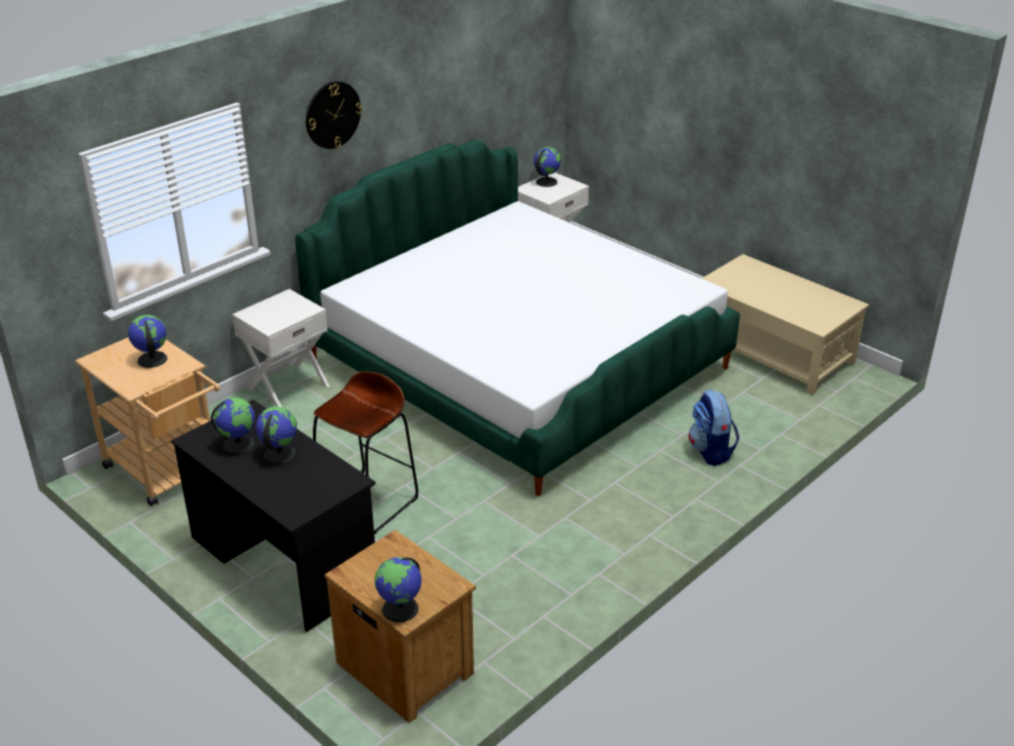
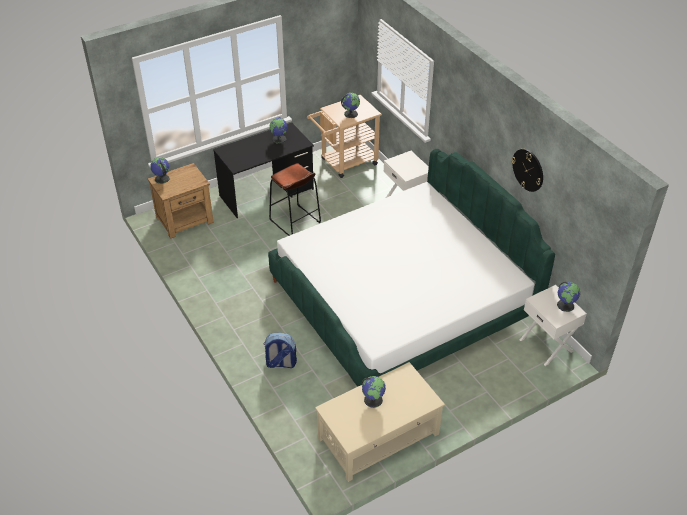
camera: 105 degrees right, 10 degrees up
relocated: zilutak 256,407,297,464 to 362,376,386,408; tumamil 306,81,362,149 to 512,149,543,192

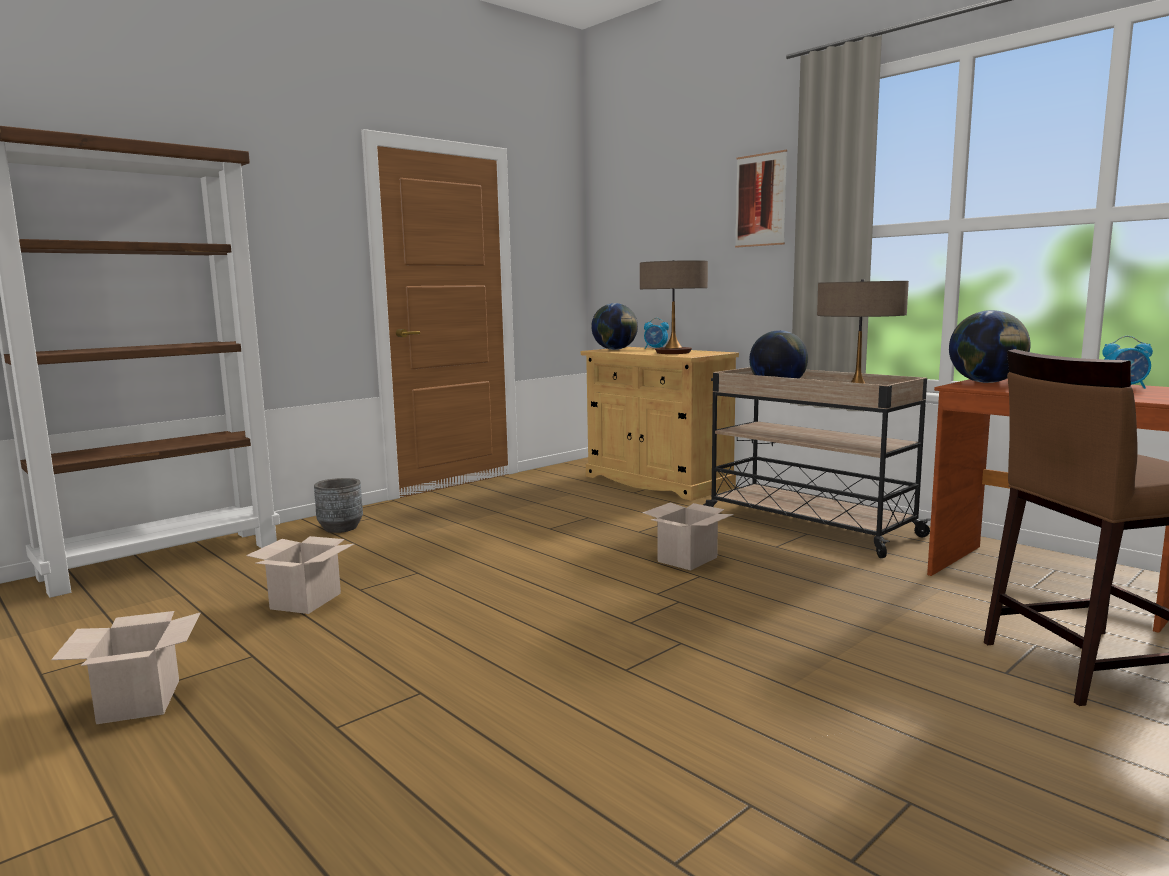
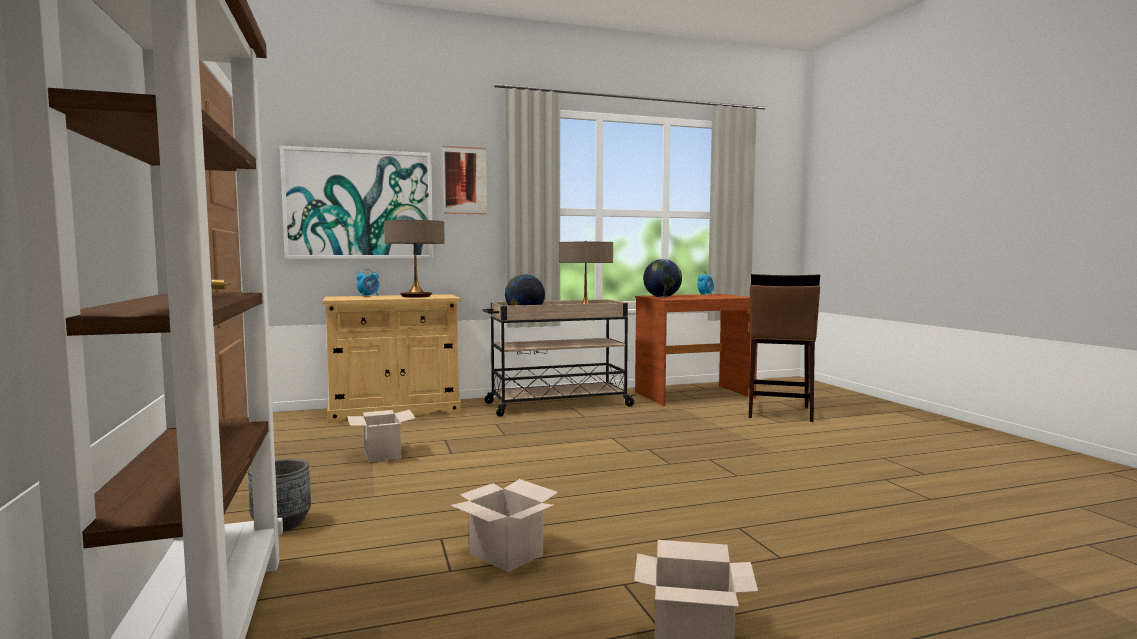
camera: 65 degrees left, 5 degrees down
missing: zilutak 591,303,638,350
appeared: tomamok 280,146,433,259
relocated: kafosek 642,502,734,570 to 347,409,415,462

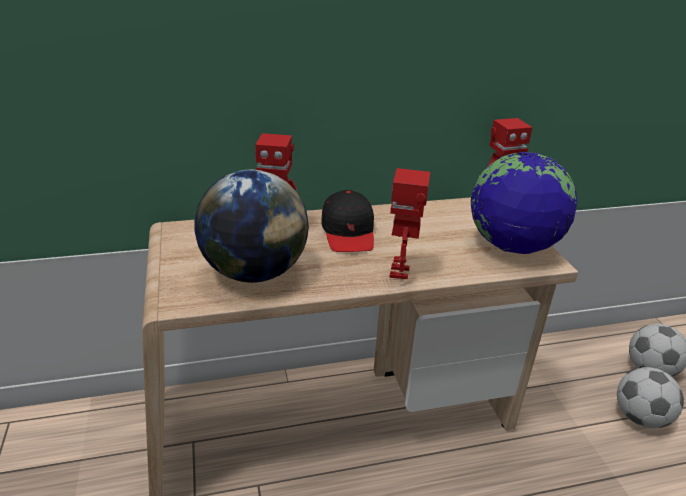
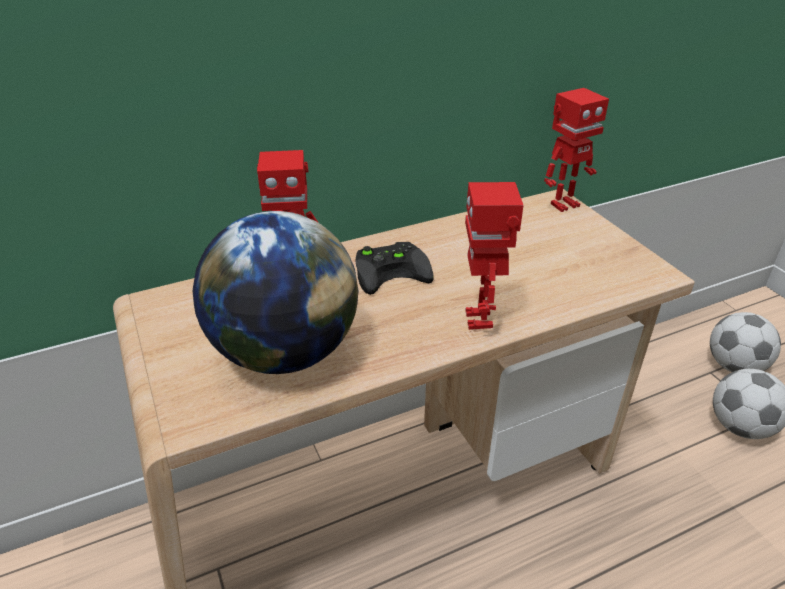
camera: 10 degrees left, 5 degrees up
missing: zilutak 471,152,578,254
exchanged: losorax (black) 321,190,374,252 to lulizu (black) 355,242,434,295

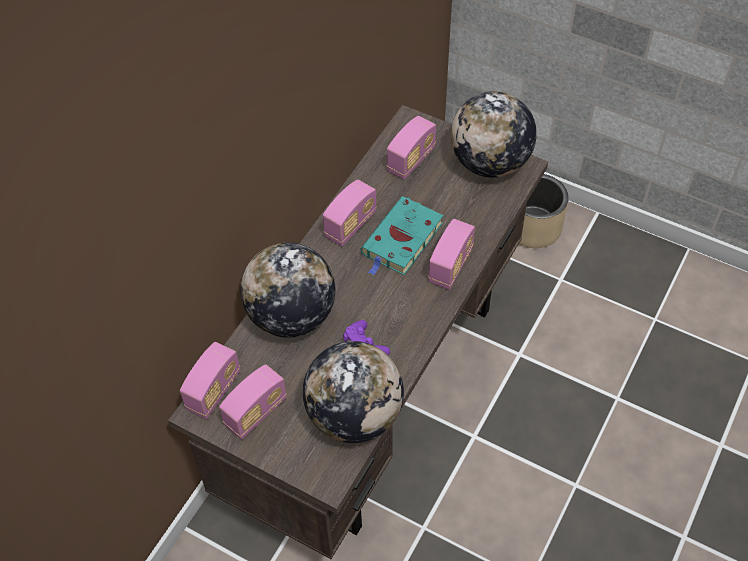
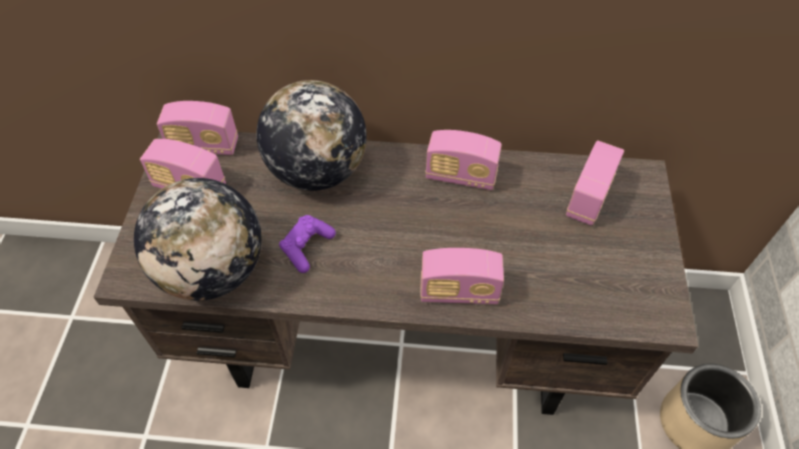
camera: 65 degrees right, 0 degrees up
missing: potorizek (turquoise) 361,196,443,276; zilutak 451,91,537,178
spun: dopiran 387,116,436,180 = 566,141,624,226 105 degrees clockwise

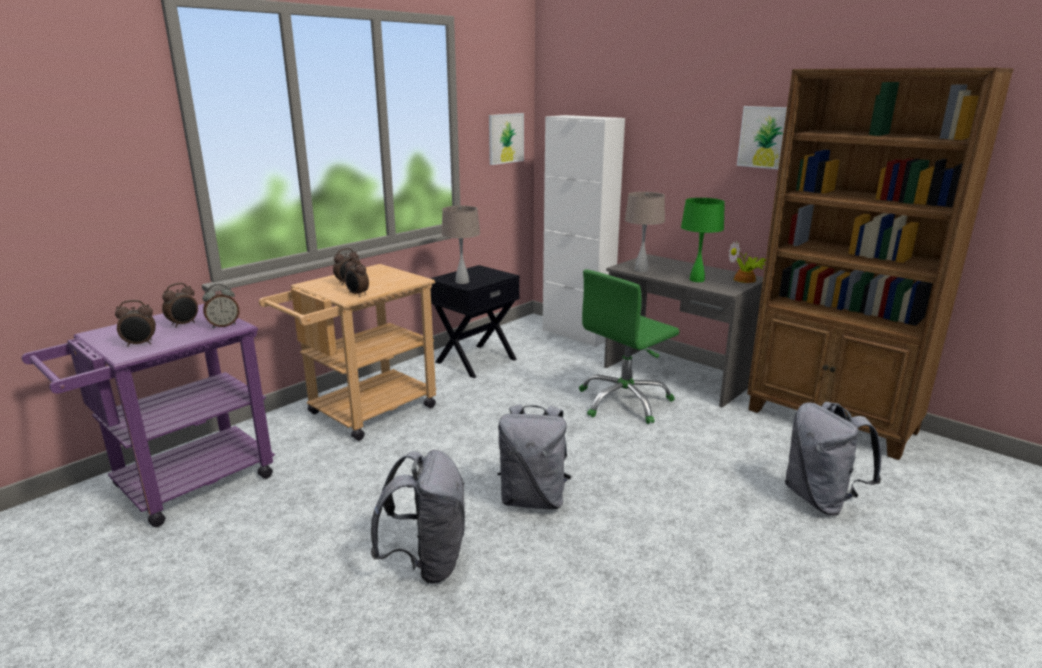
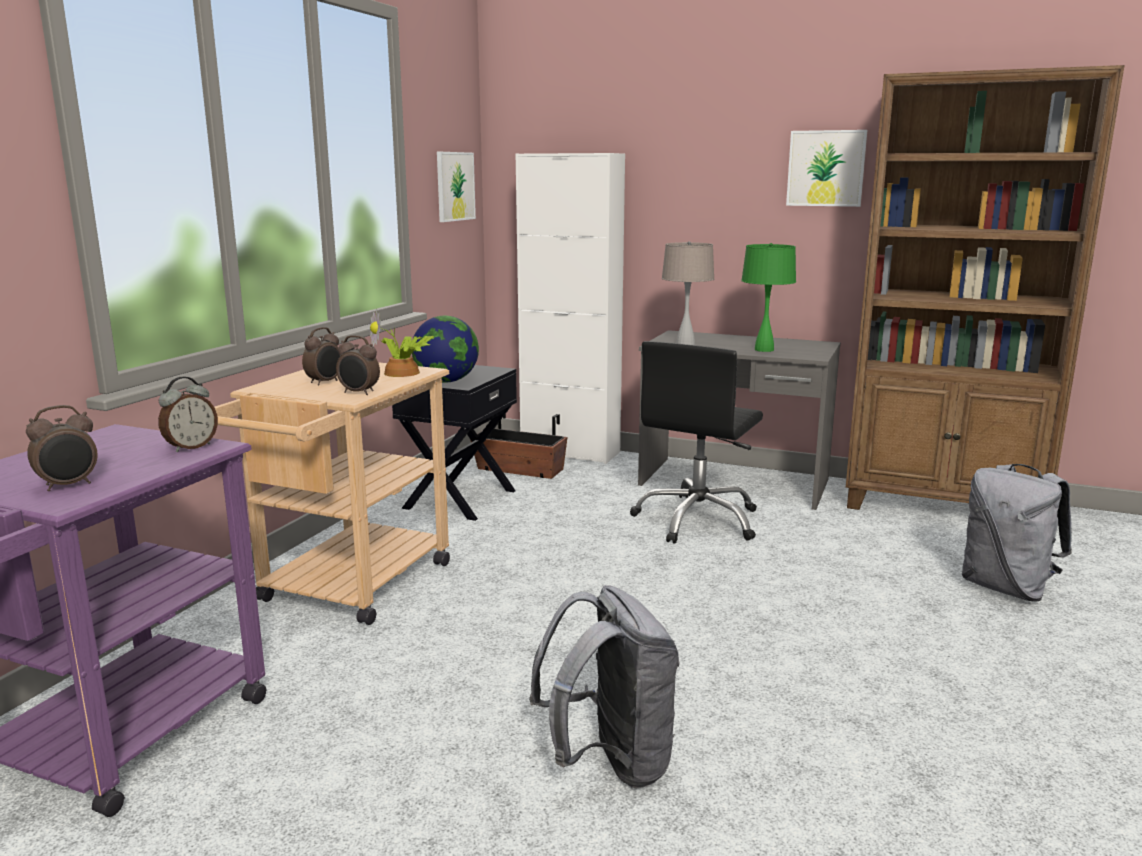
camera: 20 degrees left, 5 degrees down
missing: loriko 162,283,198,328; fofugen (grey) 497,404,571,509
appeared: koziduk 470,414,568,479
relocated: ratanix 729,241,766,283 to 370,309,434,377
exchanged: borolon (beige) 441,206,480,284 to zilutak 412,316,479,382
colour: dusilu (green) 579,269,679,424 to dusilu (black) 630,341,763,544

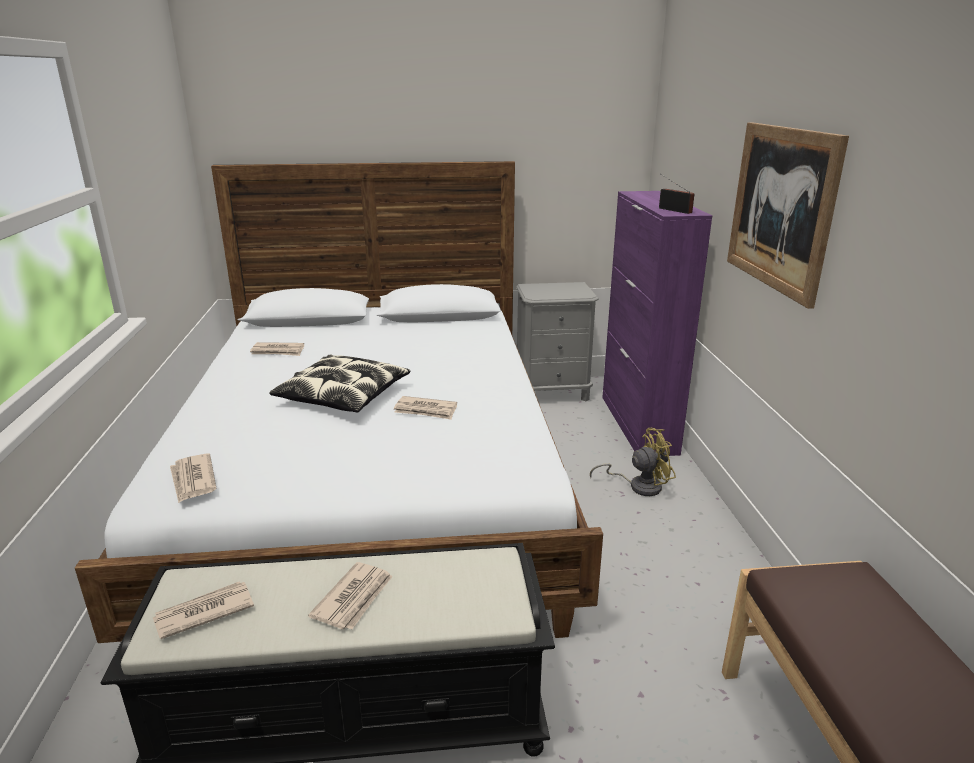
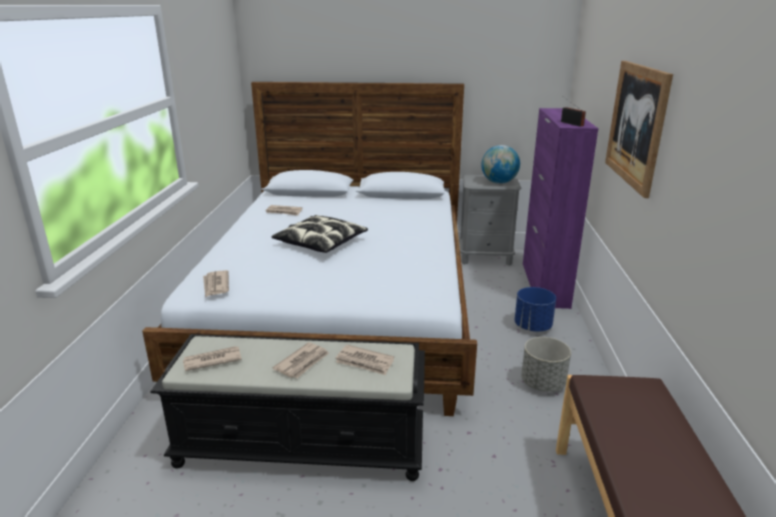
camera: 10 degrees right, 0 degrees up
appeared: zilutak 481,145,520,184; koziduk (grey) 521,337,571,392
relocated: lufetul 394,396,457,420 to 336,345,394,375
exchanged: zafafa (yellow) 590,428,676,496 to koziduk (blue) 515,287,556,332

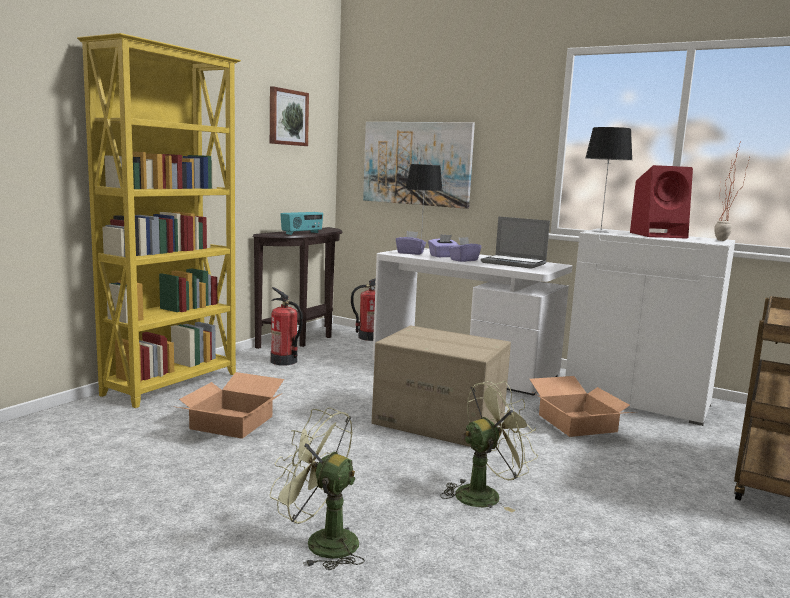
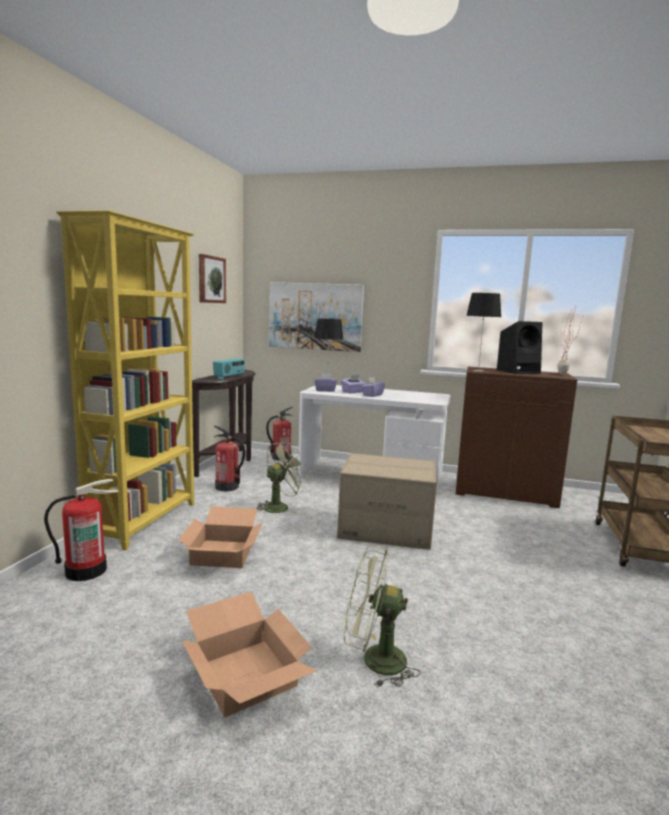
camera: 15 degrees left, 0 degrees up
missing: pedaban 481,216,550,269
appeared: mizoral 44,479,119,581
relocated: zafafa (green) 440,381,538,513 to 256,441,308,514; kafosek 530,376,634,437 to 182,591,317,717
colour: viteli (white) 565,229,735,426 to viteli (brown) 455,367,577,508; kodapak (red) 630,165,693,239 to kodapak (black) 497,321,542,374

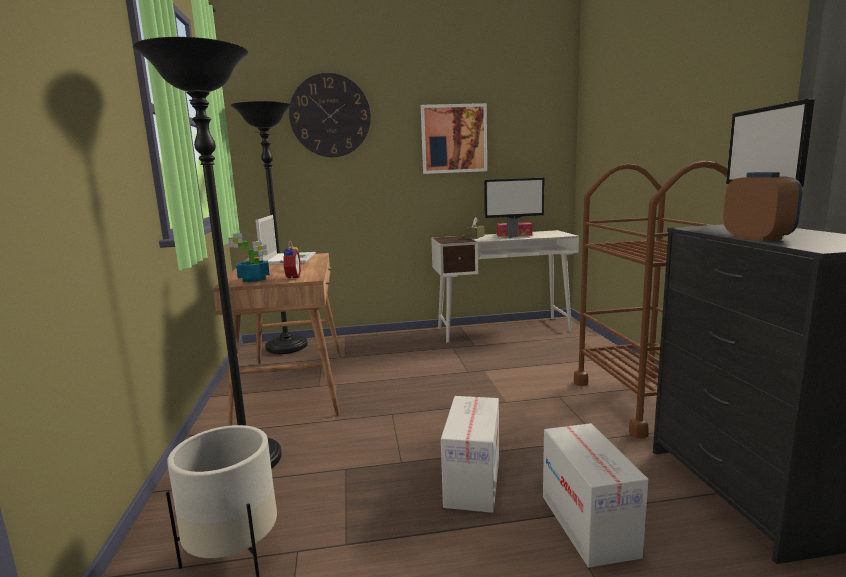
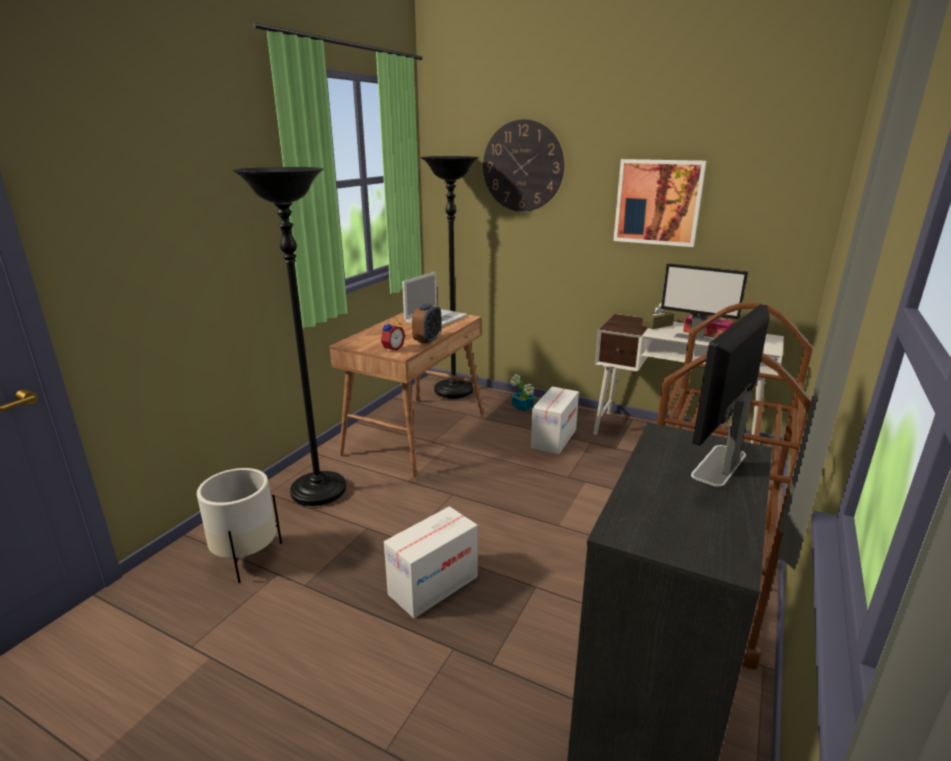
camera: 35 degrees right, 10 degrees up
relocated: ratanix 228,233,270,282 to 510,374,535,411; kafosek 543,423,648,568 to 531,387,579,454; loriko 723,172,802,241 to 412,304,442,344

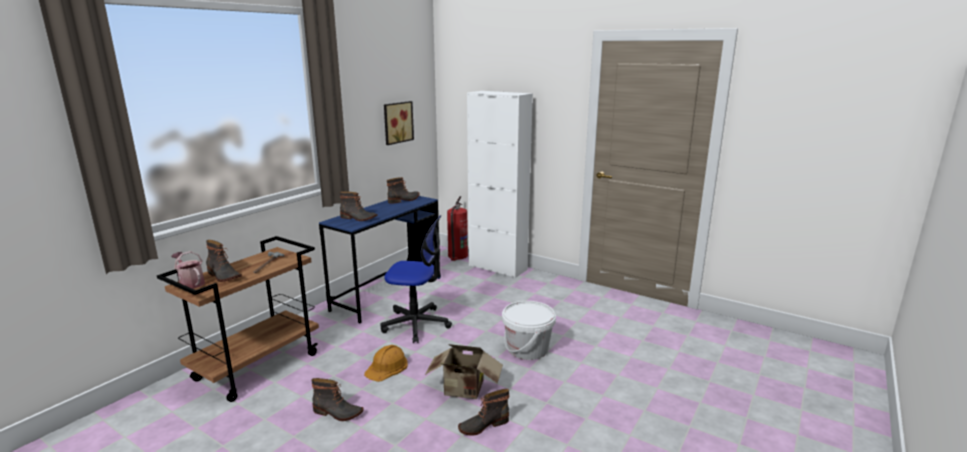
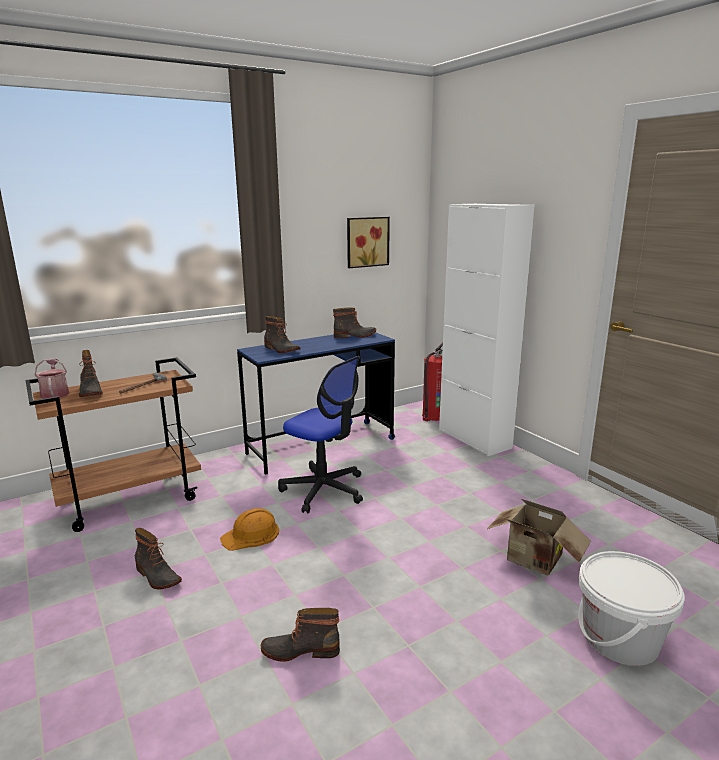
camera: 25 degrees right, 0 degrees up
relocated: kafosek 425,344,503,399 to 487,499,591,576; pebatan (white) 502,301,556,360 to 578,551,685,666

